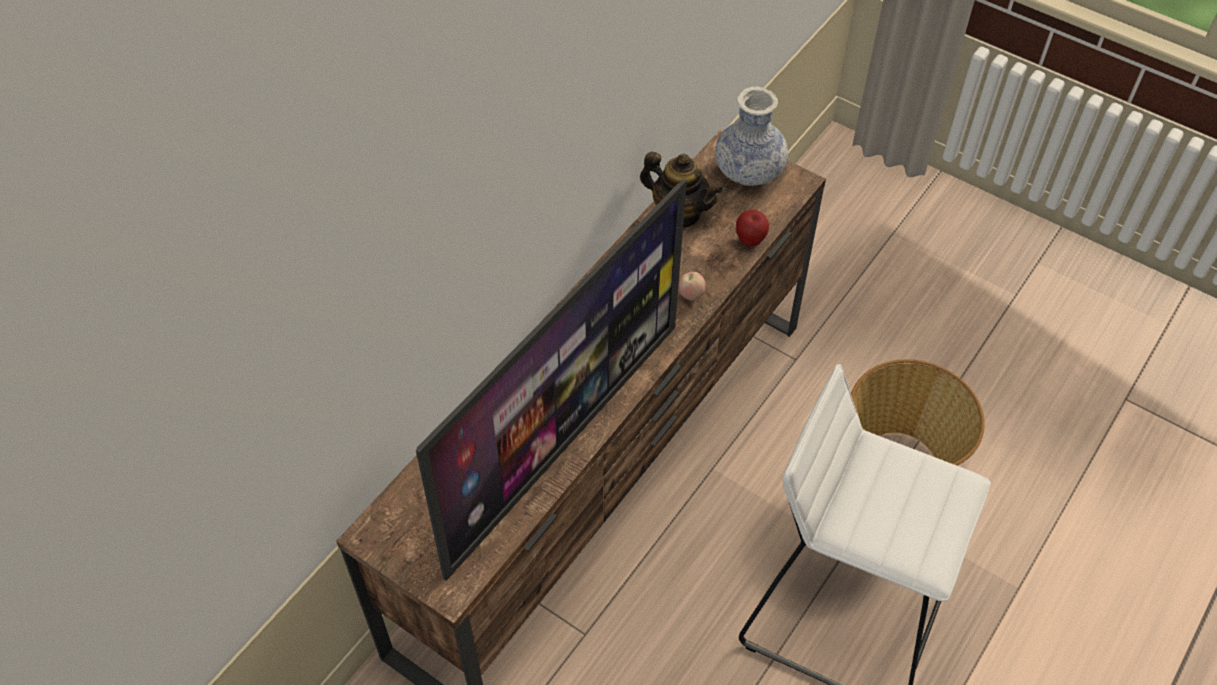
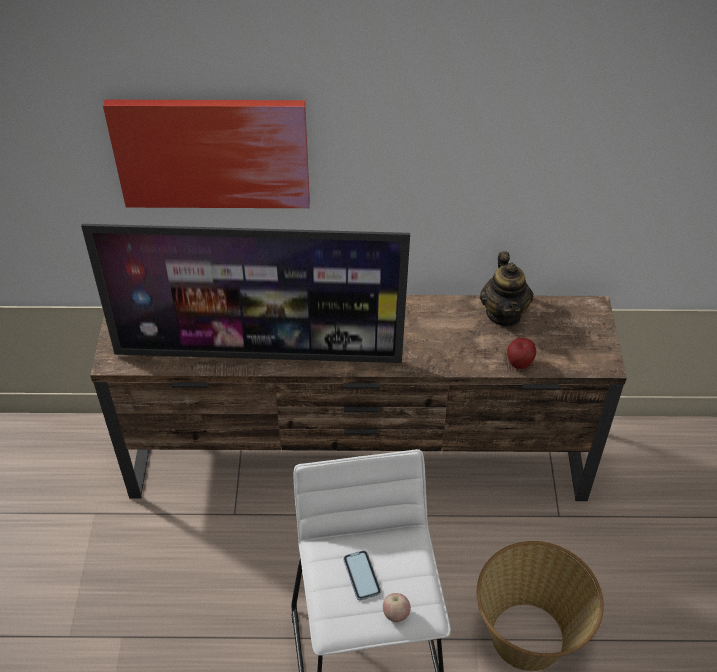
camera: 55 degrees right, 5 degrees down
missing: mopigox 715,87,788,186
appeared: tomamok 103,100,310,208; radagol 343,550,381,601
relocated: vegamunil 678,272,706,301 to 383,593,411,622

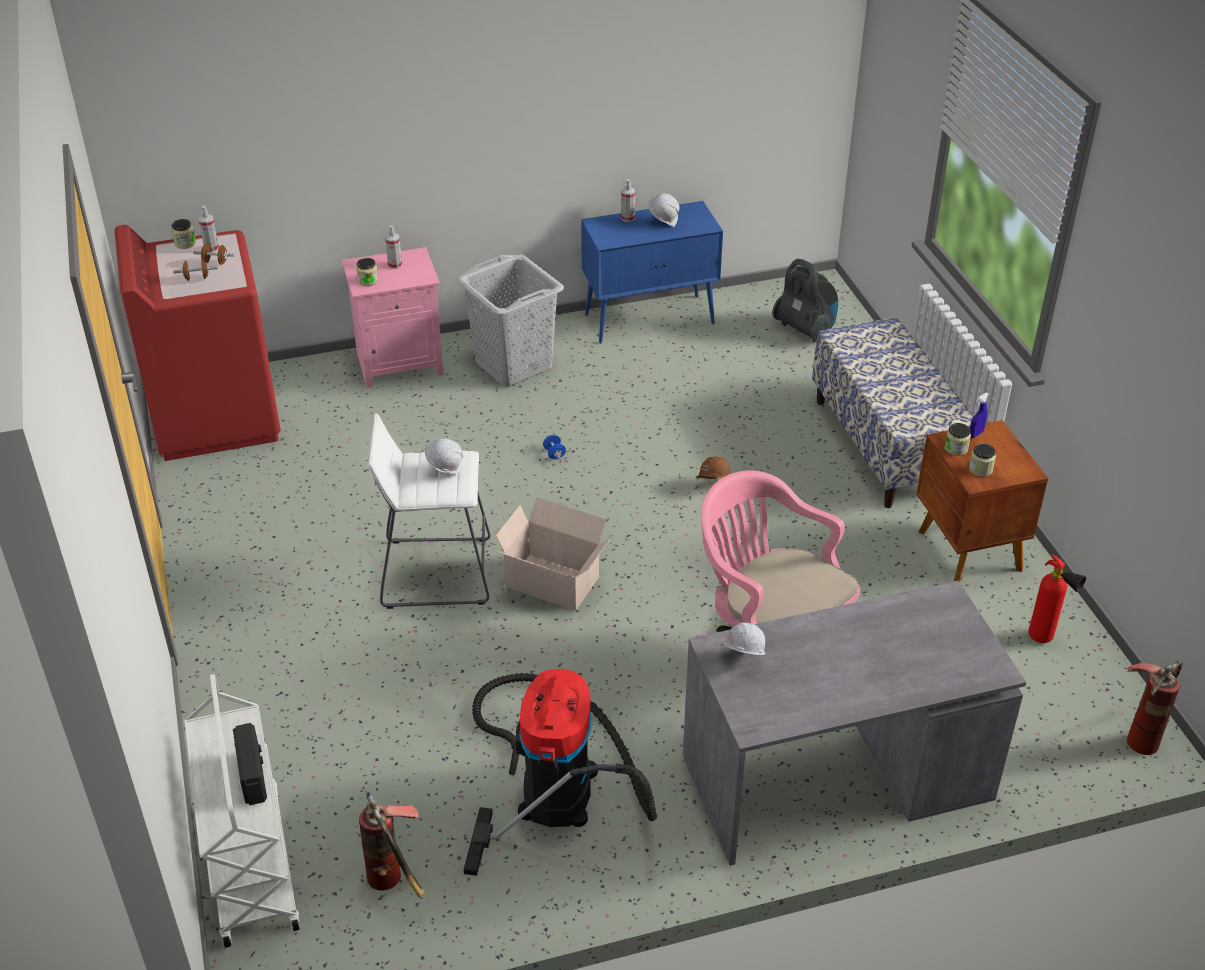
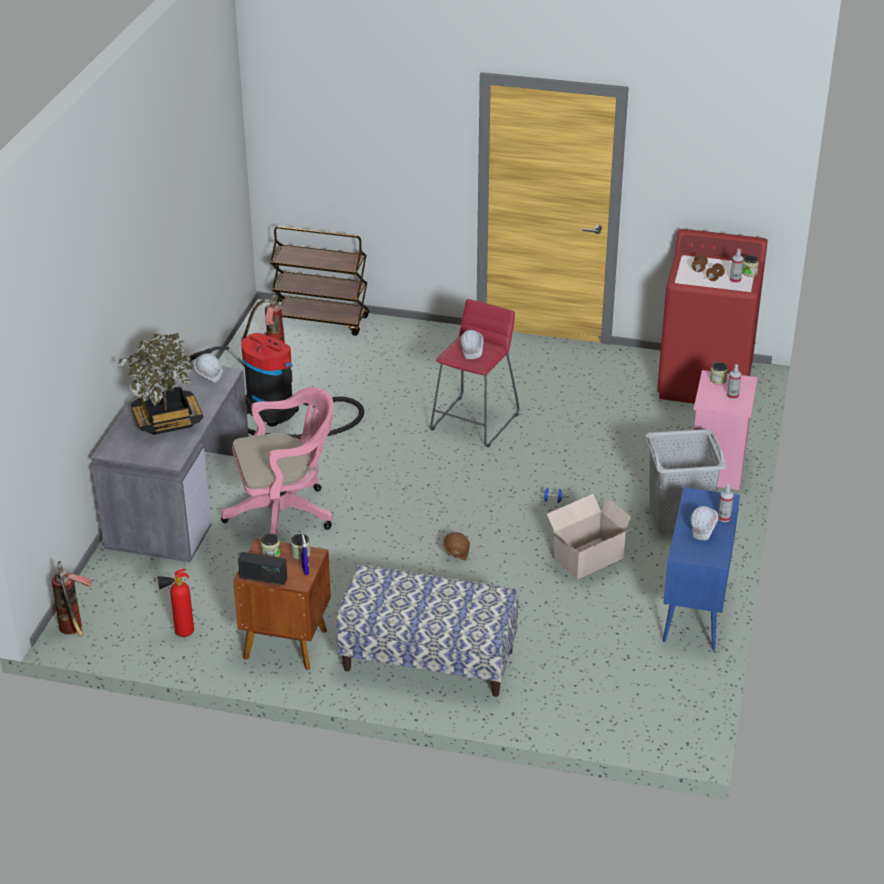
camera: 120 degrees right, 5 degrees down
missing: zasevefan 772,259,838,343
appeared: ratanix 118,333,203,435
relocated: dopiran 233,723,267,805 to 238,552,287,585; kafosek 495,497,611,611 to 547,494,635,579
colour: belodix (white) 184,674,300,948 to belodix (brown) 270,226,369,336; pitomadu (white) 369,413,491,609 to pitomadu (red) 430,299,519,447

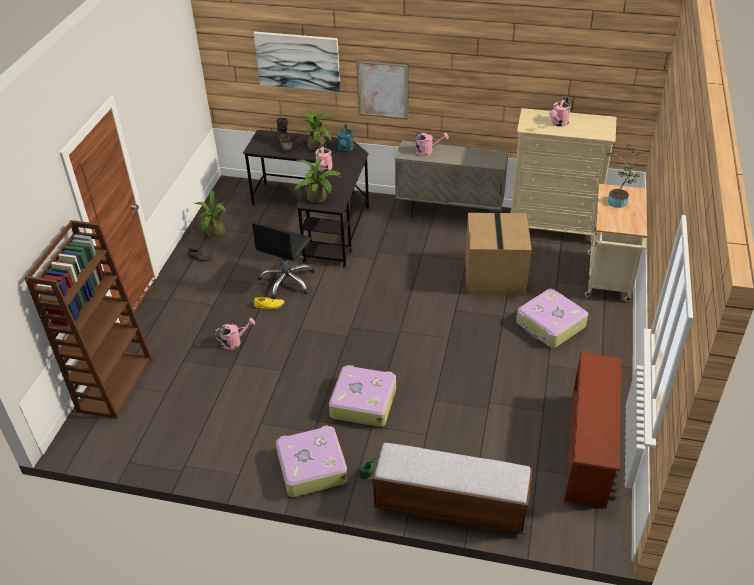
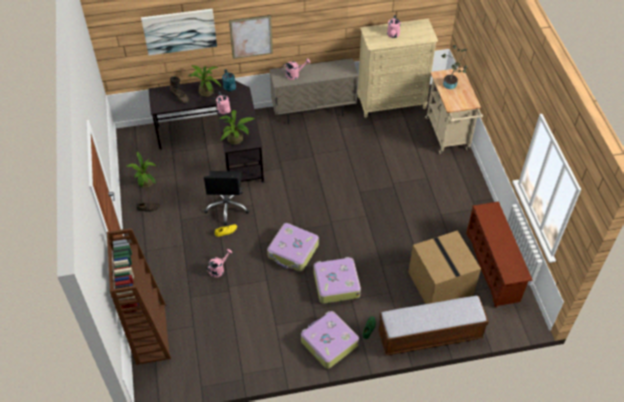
camera: 25 degrees left, 10 degrees up
relocated: kafosek 465,213,532,296 to 408,230,481,304; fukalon 516,289,588,348 to 267,223,319,272

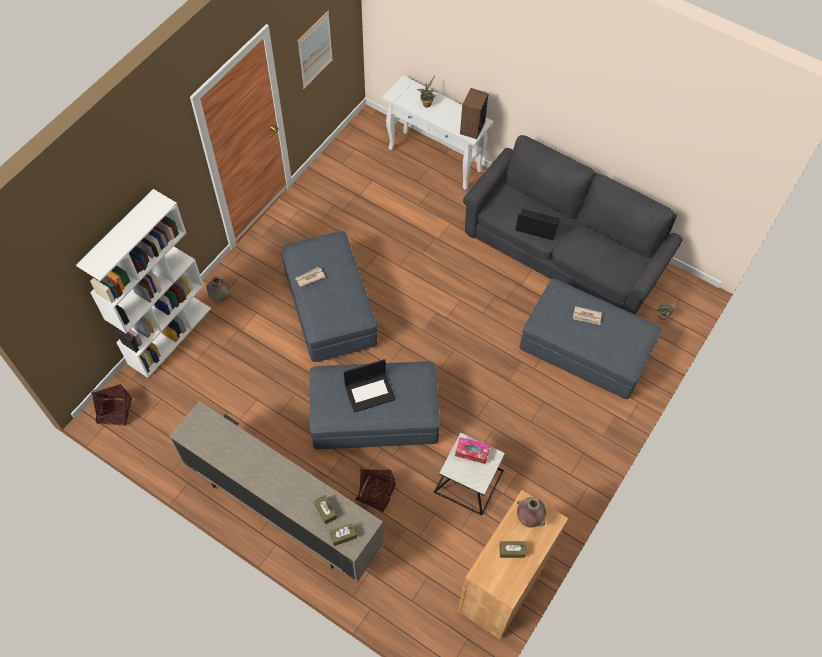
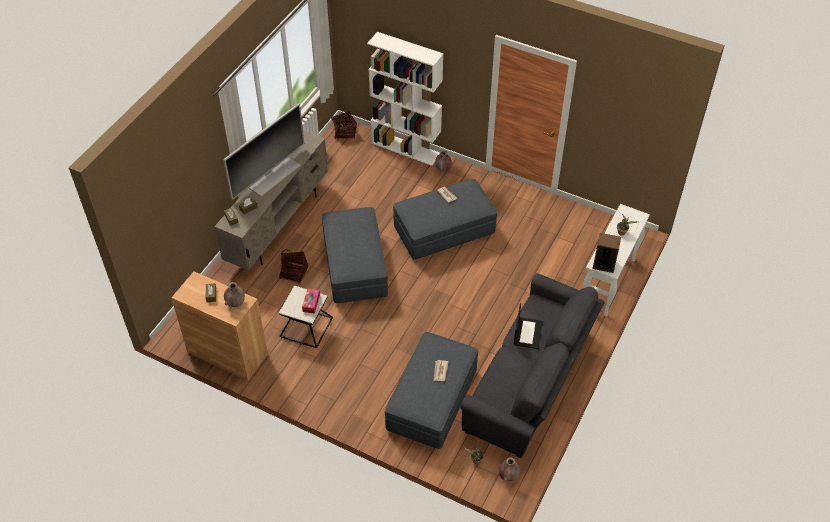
camera: 85 degrees right, 10 degrees down
missing: tomamok 297,11,333,89; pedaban 344,359,396,413
appeared: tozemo 223,103,305,200; mopigox (brown) 499,457,520,482

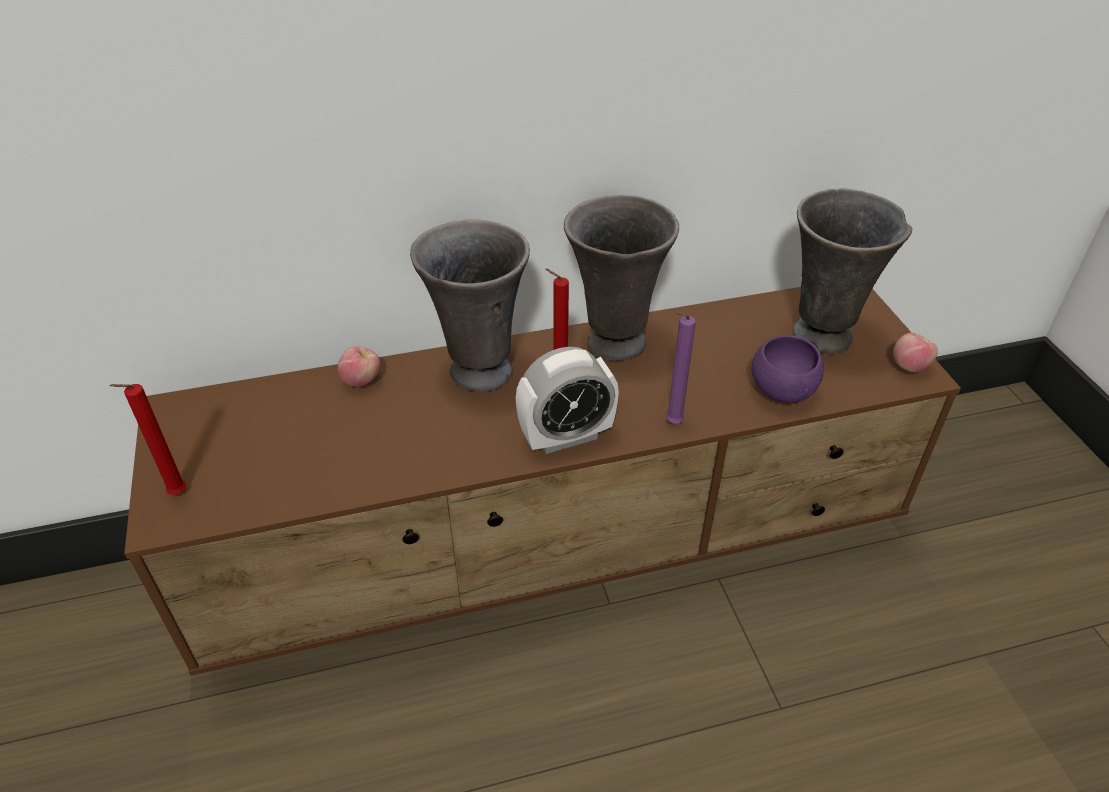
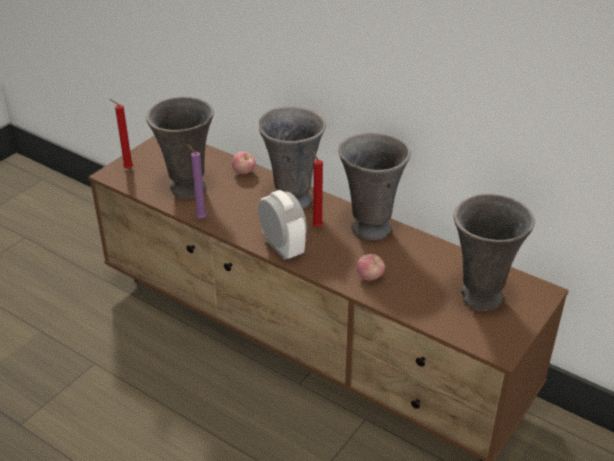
camera: 50 degrees right, 5 degrees down
missing: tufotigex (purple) 751,335,824,403
appeared: mopigox (grey) 146,97,214,198
relocated: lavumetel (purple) 666,311,696,424 to 186,144,207,219; vegamunil 893,333,938,373 to 357,254,385,281
spun: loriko 516,347,619,454 = 258,190,307,260 150 degrees counterclockwise

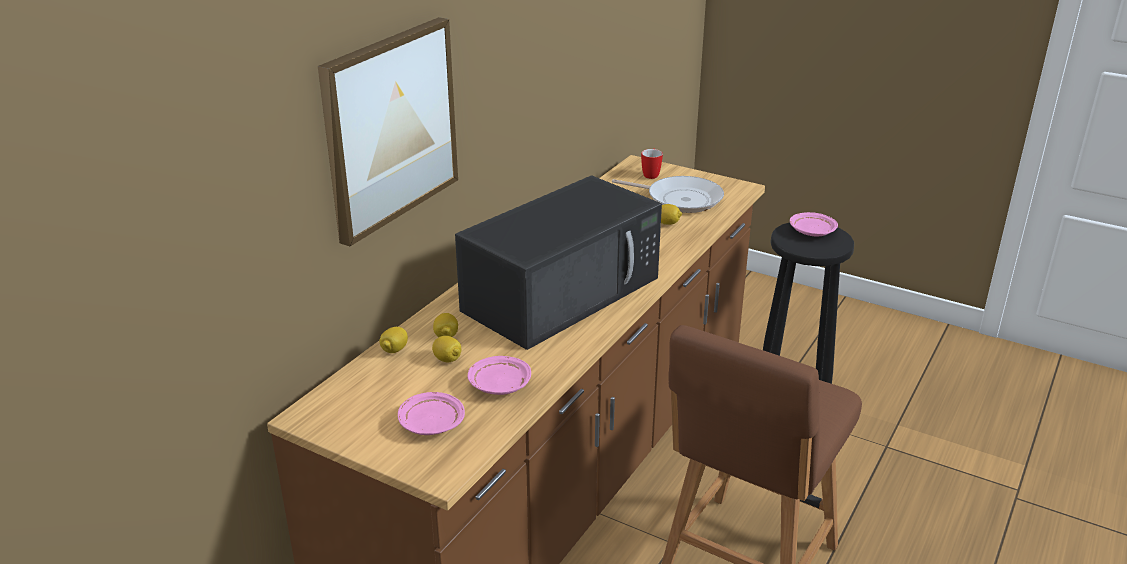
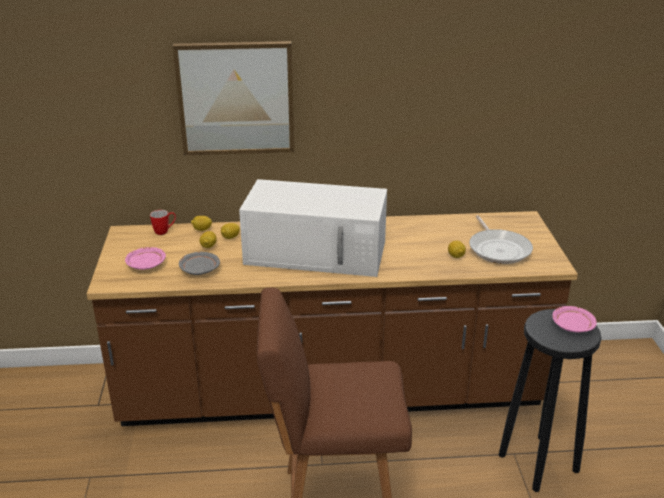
camera: 55 degrees right, 0 degrees up
relocated: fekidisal 641,148,663,179 to 150,210,176,235
colour: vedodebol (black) 455,175,662,350 to vedodebol (white) 239,179,387,277; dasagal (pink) 468,356,531,395 to dasagal (grey) 179,252,220,275

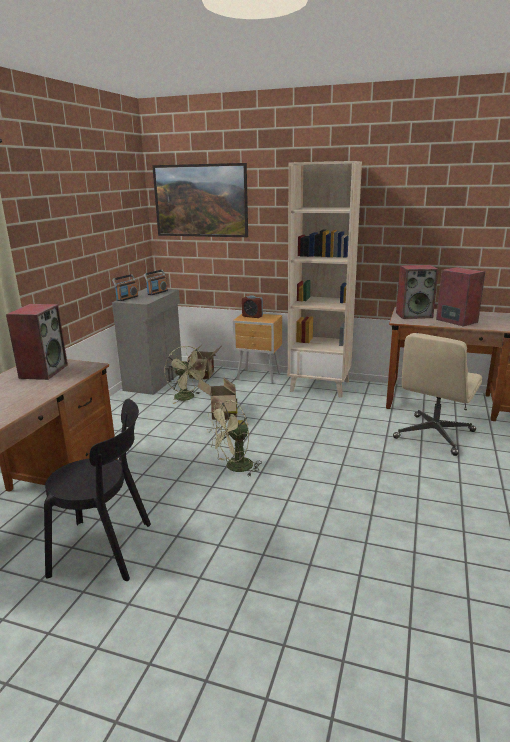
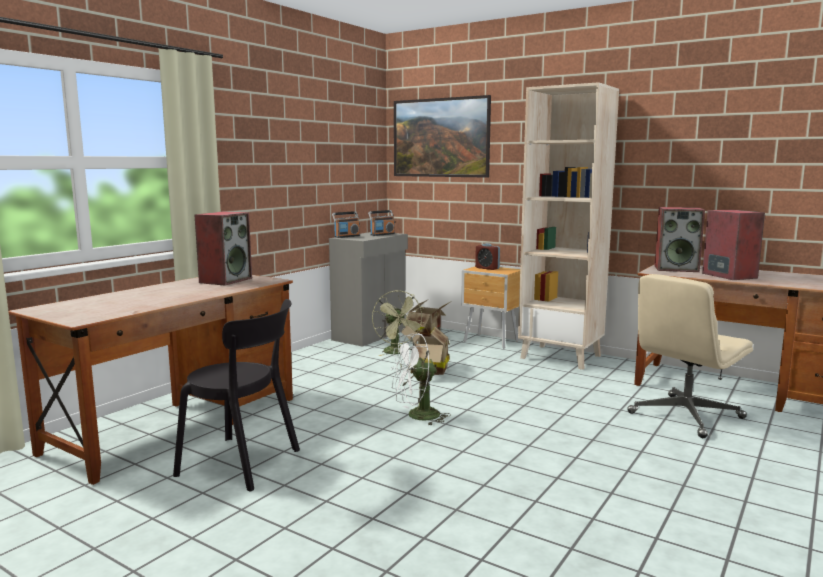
camera: 15 degrees right, 10 degrees down
colour: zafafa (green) 206,400,262,476 to zafafa (white) 391,333,451,426

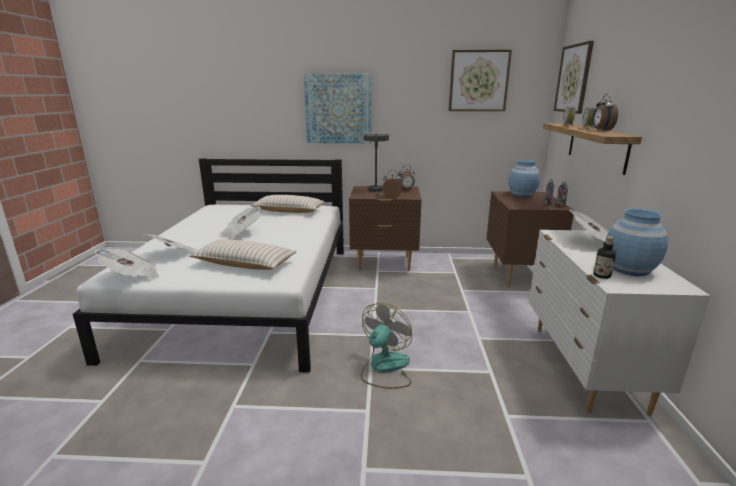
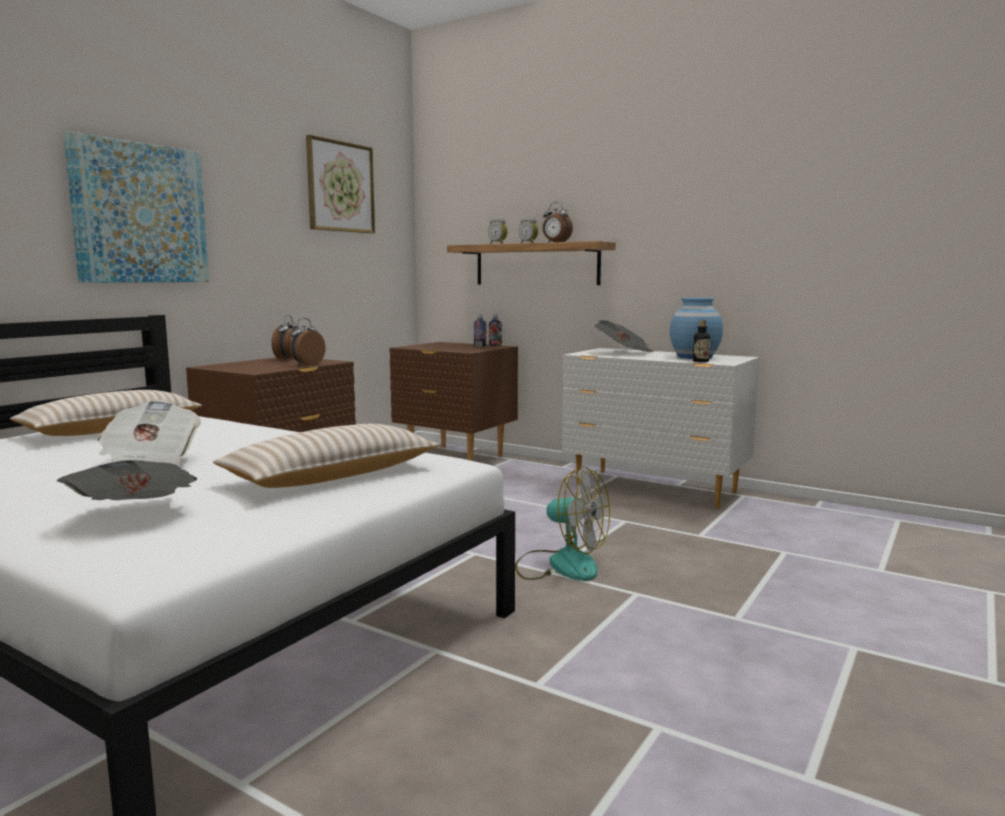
camera: 60 degrees left, 10 degrees down
missing: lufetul 94,249,159,278; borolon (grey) 363,134,389,196; mopigox (blue) 508,160,540,197; tomamok 554,41,594,114
spun: zafafa 361,303,412,389 = 515,466,610,581 150 degrees clockwise

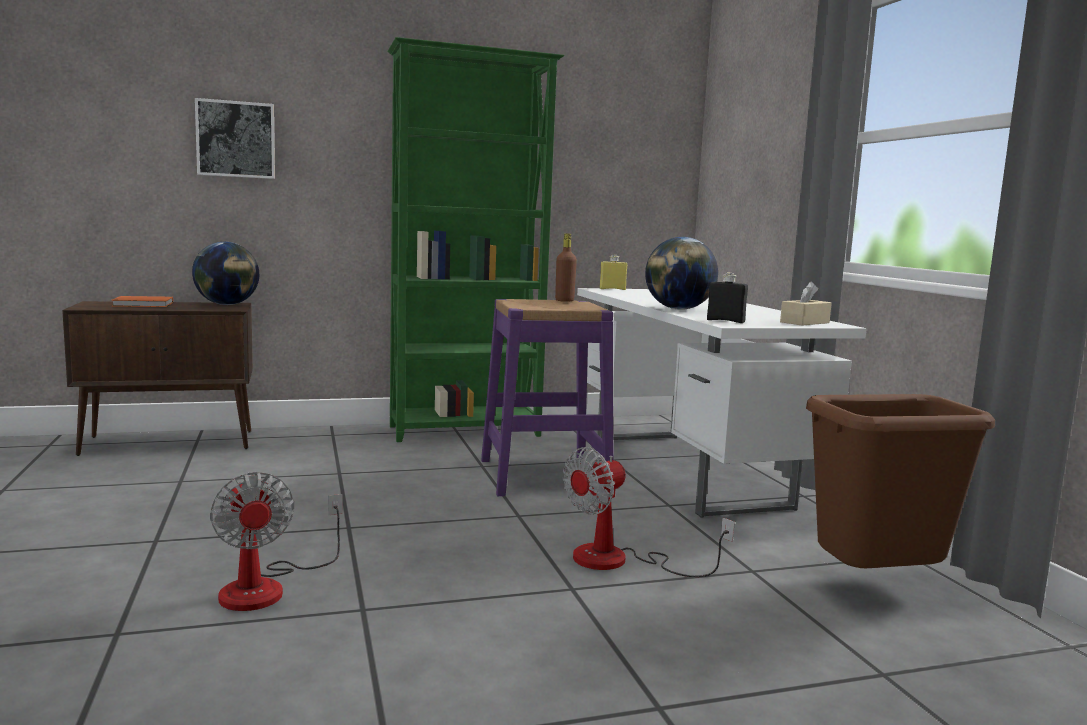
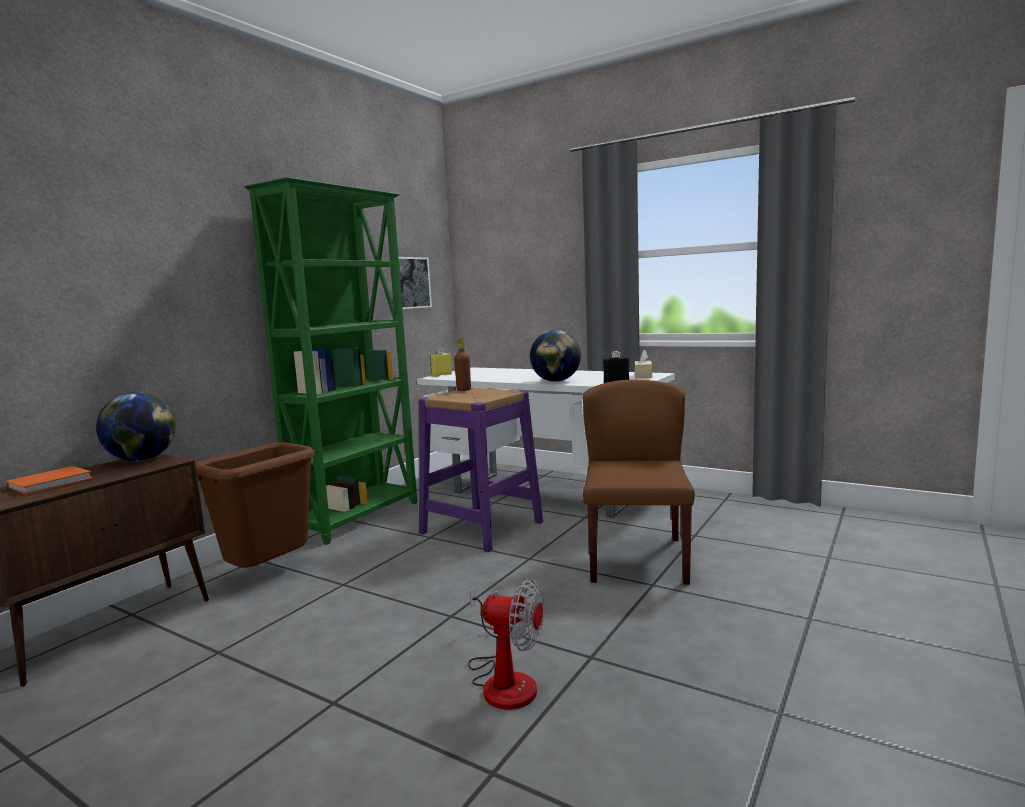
camera: 40 degrees left, 0 degrees up
relocated: tomamok 195,98,275,179 to 399,257,432,309; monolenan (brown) 806,394,995,568 to 195,442,315,568
exchanged: zafafa 563,447,735,577 to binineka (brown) 583,380,695,585

